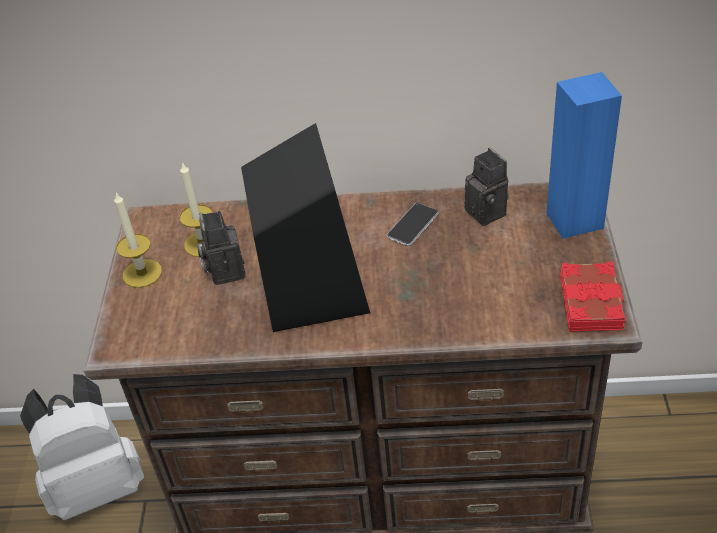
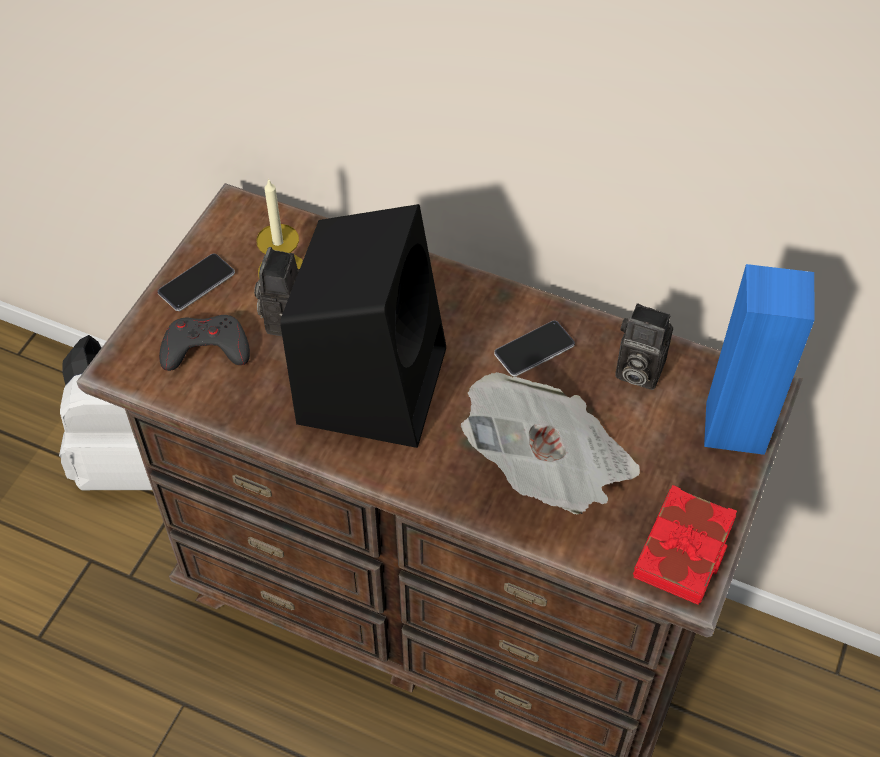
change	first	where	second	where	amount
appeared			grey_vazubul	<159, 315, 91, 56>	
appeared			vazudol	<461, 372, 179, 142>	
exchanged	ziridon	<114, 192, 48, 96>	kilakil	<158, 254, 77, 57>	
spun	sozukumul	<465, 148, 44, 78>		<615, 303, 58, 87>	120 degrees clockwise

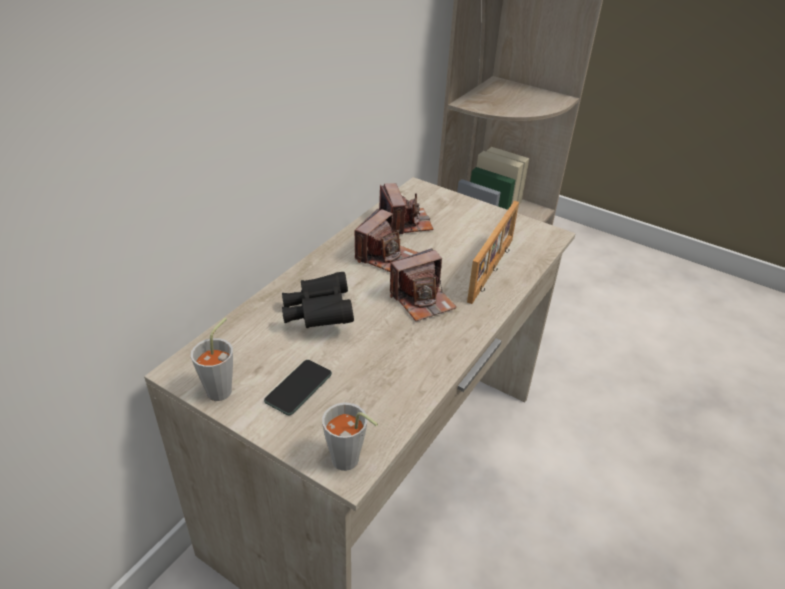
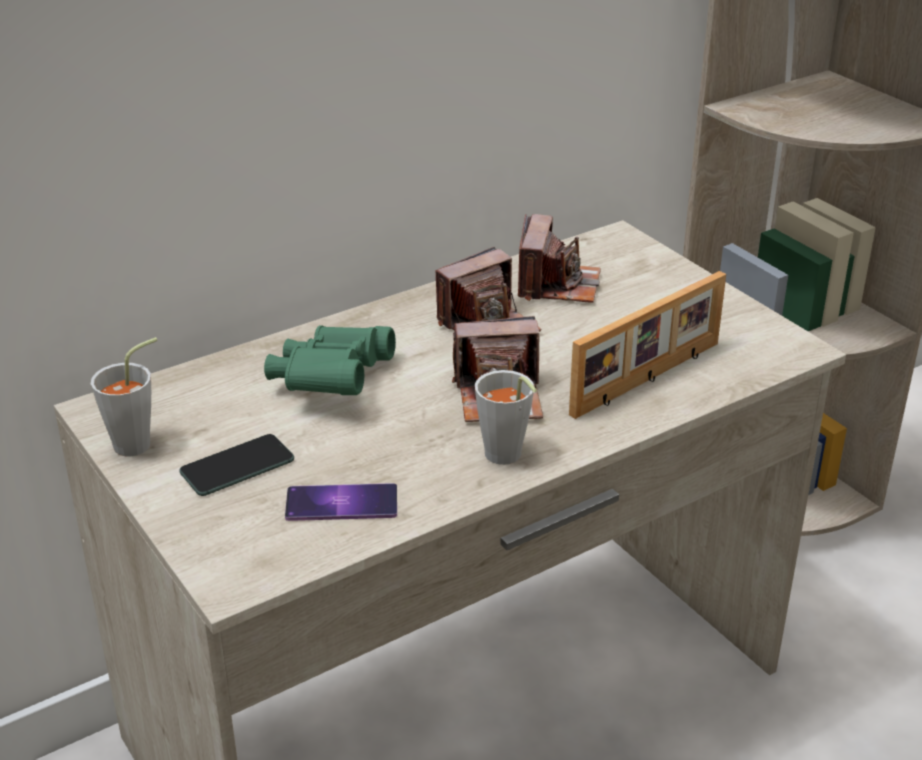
change	first	where	second	where	amount
appeared			kilakil	<285, 483, 112, 38>	
relocated	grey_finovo	<322, 402, 56, 69>		<475, 370, 62, 95>	
colour	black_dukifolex	<282, 272, 72, 56>	green_dukifolex	<264, 325, 132, 70>	

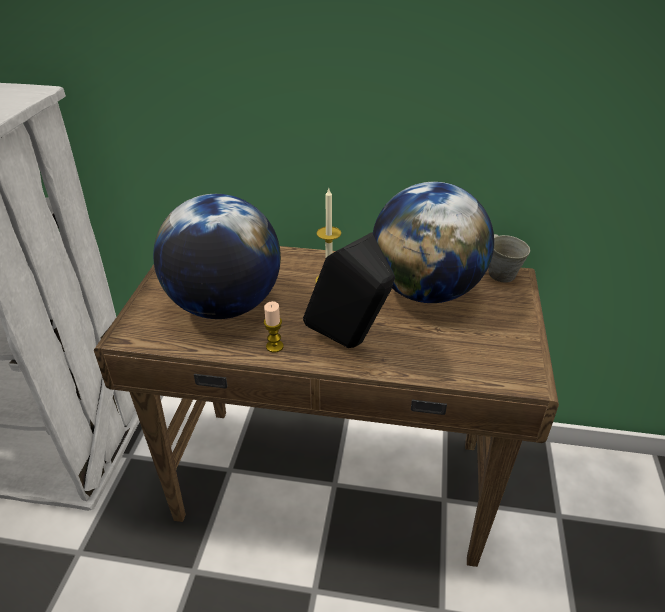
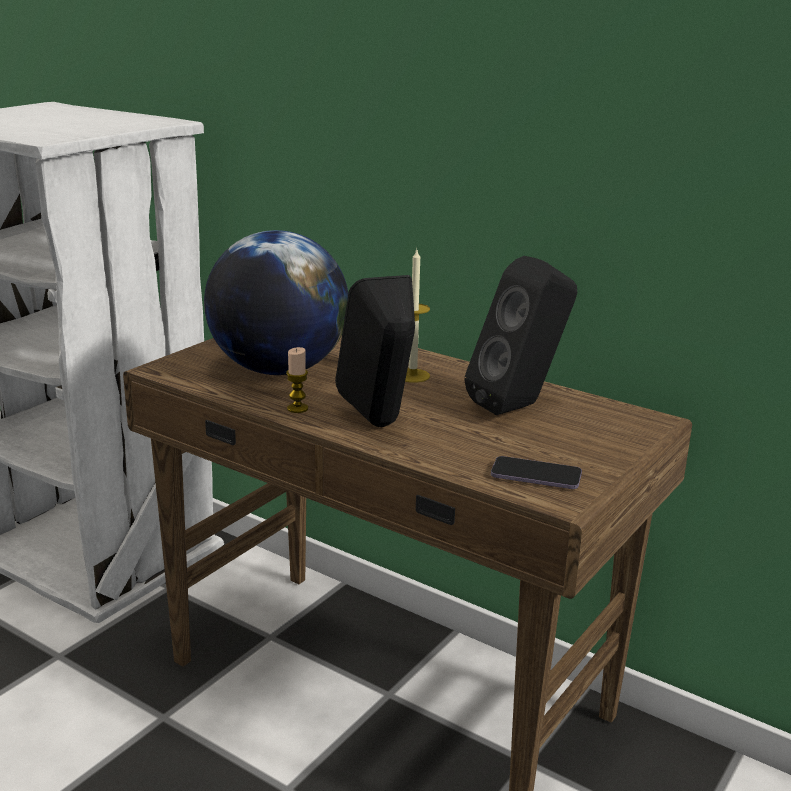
change	first	where	second	where	amount
missing	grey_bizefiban	<488, 234, 42, 48>			
appeared			kilakil	<491, 456, 91, 33>	
exchanged	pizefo	<373, 182, 121, 121>	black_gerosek	<464, 256, 113, 159>	

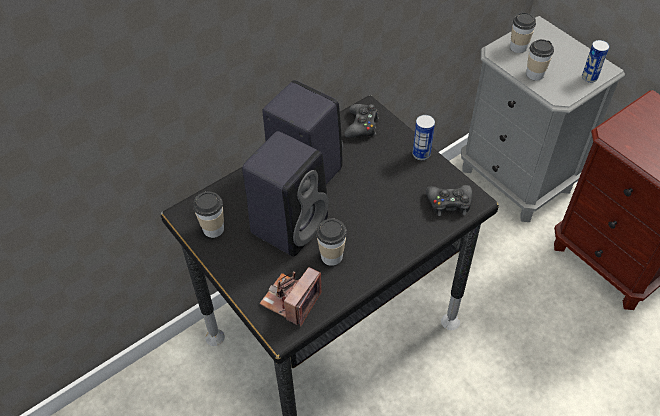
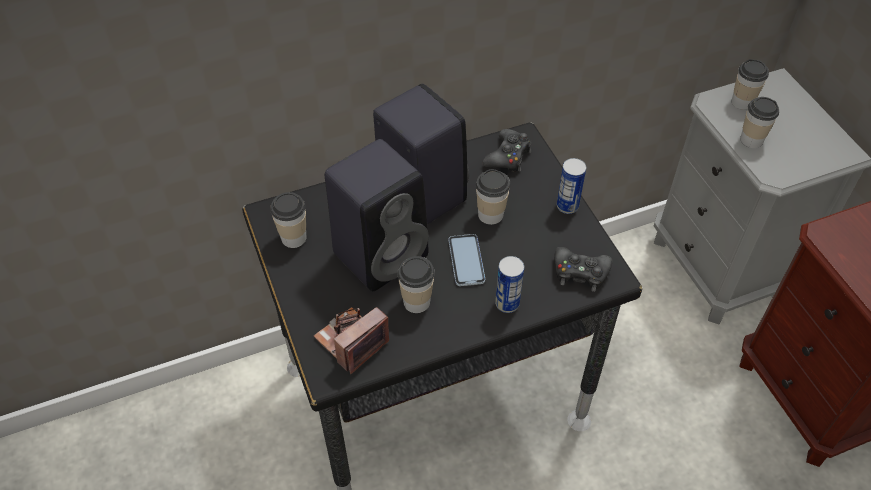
change	first	where	second	where	amount
appeared			kilakil	<448, 234, 37, 52>	
appeared			finovo	<476, 169, 34, 56>	
relocated	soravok	<582, 40, 27, 43>		<495, 256, 29, 57>	

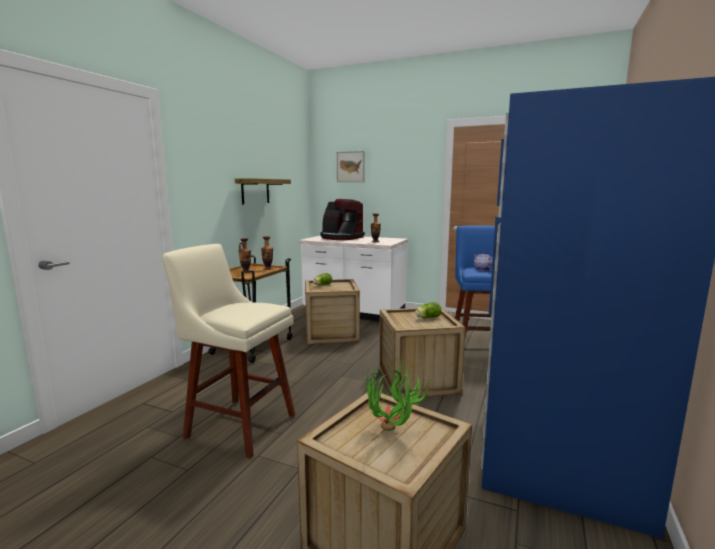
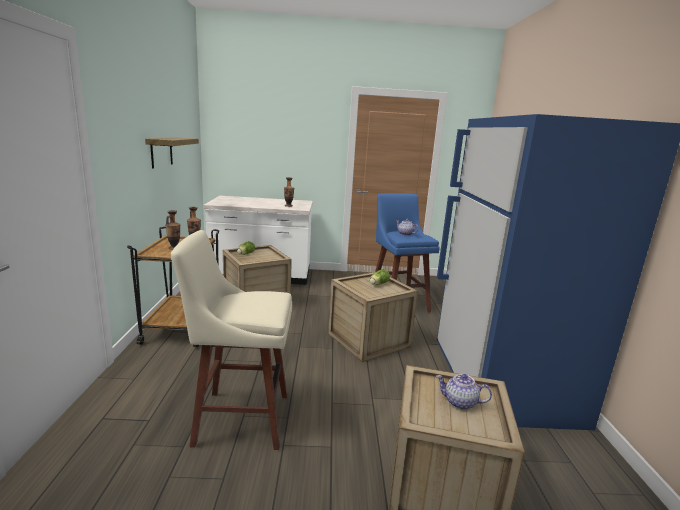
change	first	where	second	where	amount
missing	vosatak	<320, 199, 45, 41>			
missing	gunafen	<337, 151, 28, 31>			
exchanged	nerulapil	<367, 358, 63, 73>	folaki	<436, 374, 56, 36>	

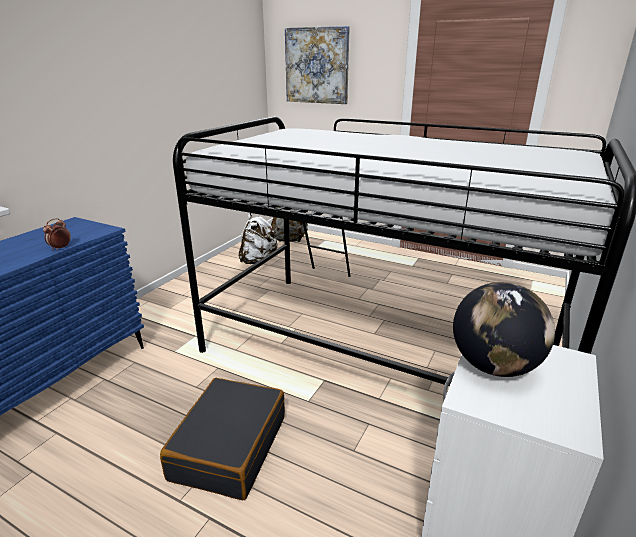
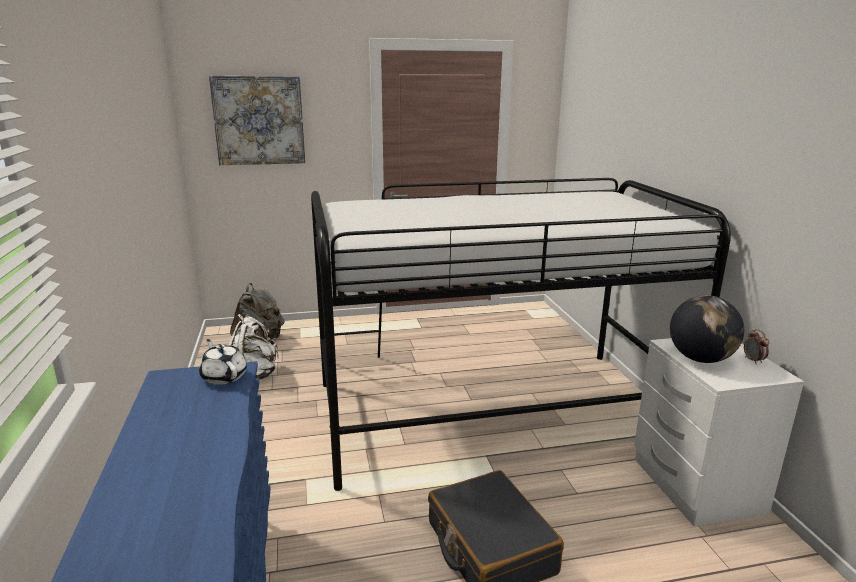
change	first	where	second	where	amount
appeared			white_folaki	<199, 339, 48, 46>	
relocated	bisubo	<43, 218, 28, 32>		<744, 329, 25, 35>	

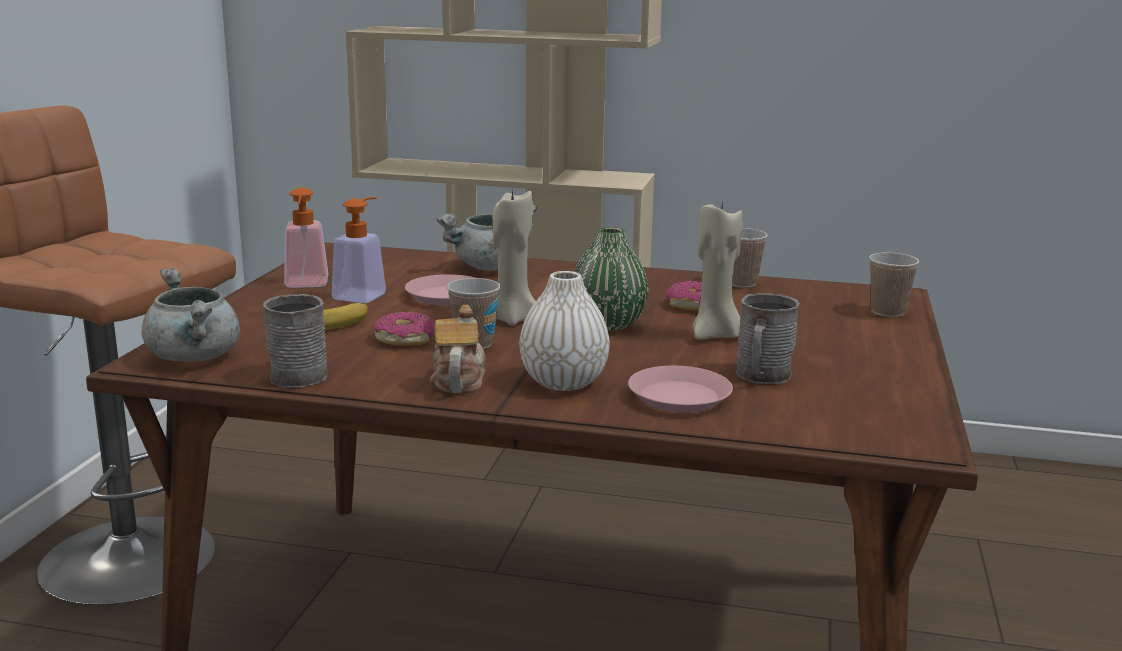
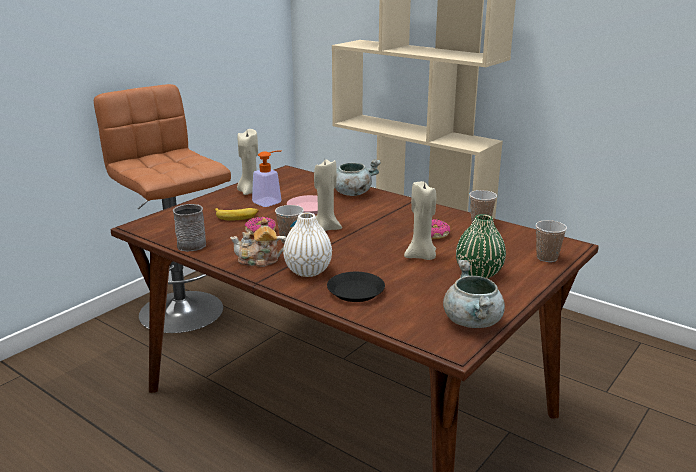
change	first	where	second	where	amount
missing	grey_bizefiban	<736, 293, 63, 91>			
relocated	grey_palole	<142, 268, 98, 94>		<443, 259, 62, 69>	
relocated	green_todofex	<574, 227, 74, 104>		<456, 214, 50, 64>	
exchanged	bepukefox	<284, 188, 44, 100>	beige_ziridon	<237, 129, 21, 66>	
colour	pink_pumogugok	<628, 366, 105, 47>	black_pumogugok	<327, 272, 58, 30>	
spun	folaki	<430, 304, 55, 89>		<230, 218, 56, 49>	120 degrees counterclockwise

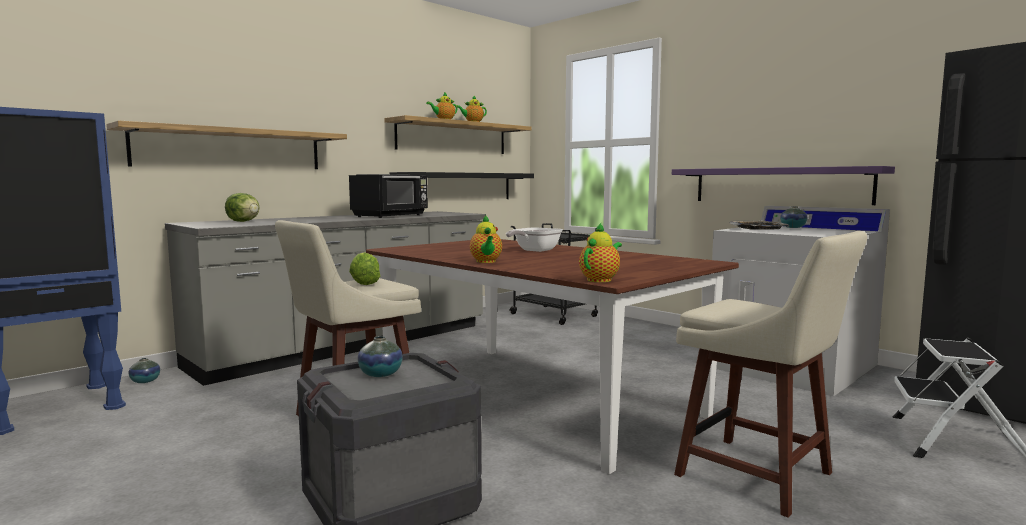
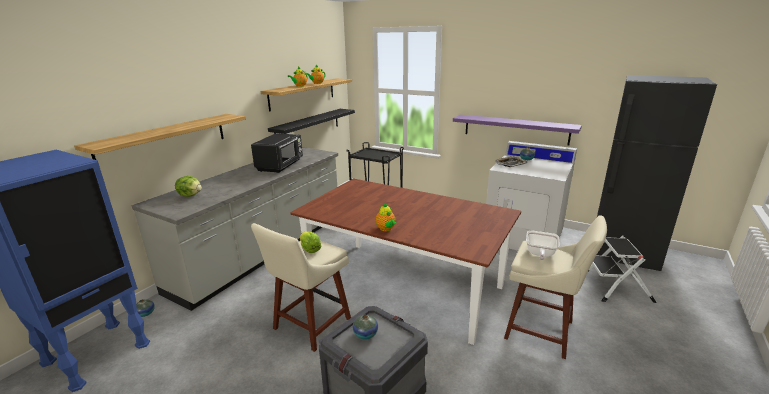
change	first	where	second	where	amount
missing	folaki	<579, 223, 43, 59>			
relocated	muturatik	<506, 228, 57, 24>		<526, 230, 34, 30>	

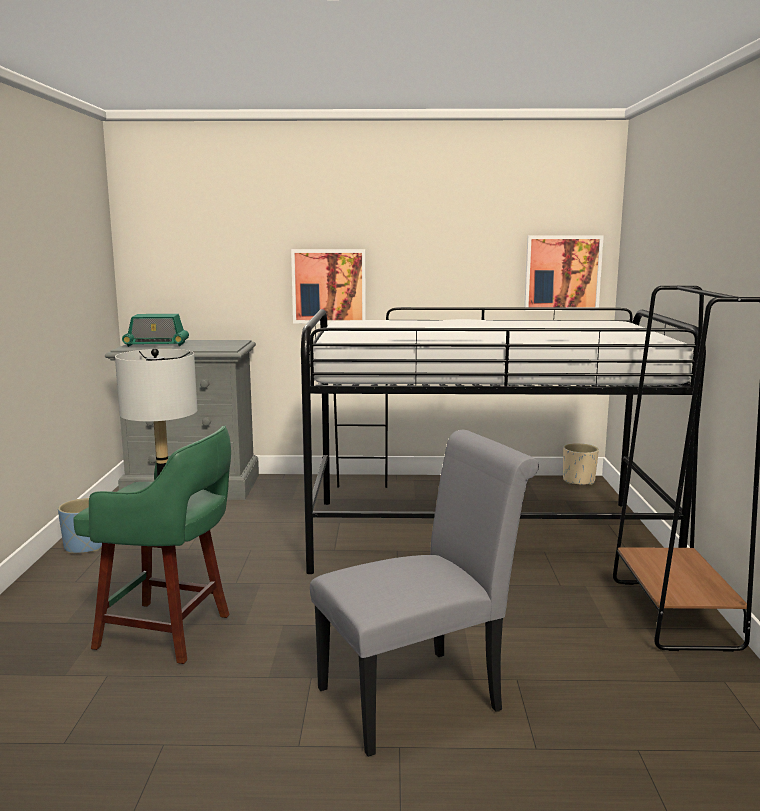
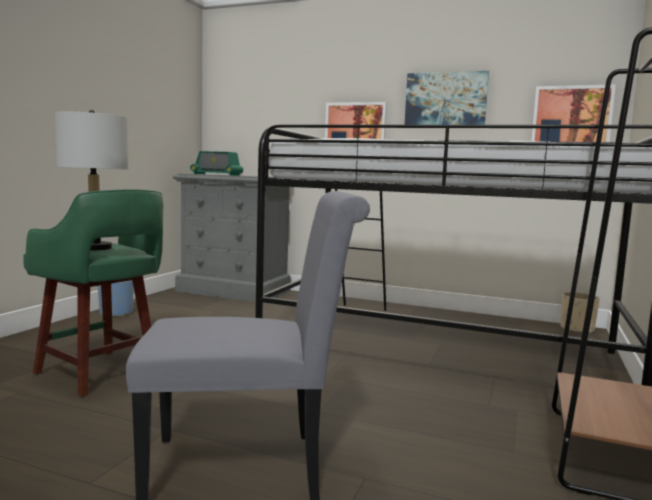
change	first	where	second	where	amount
appeared			gunafen	<405, 71, 84, 54>	

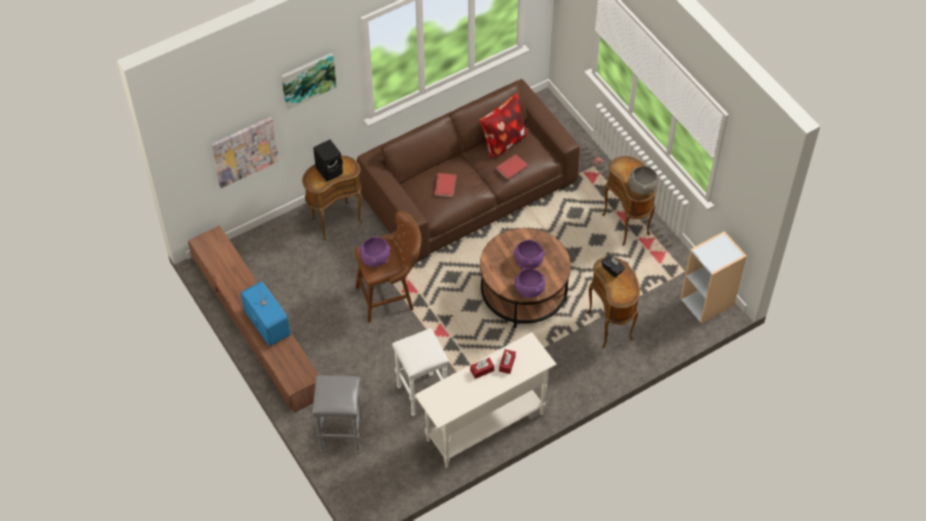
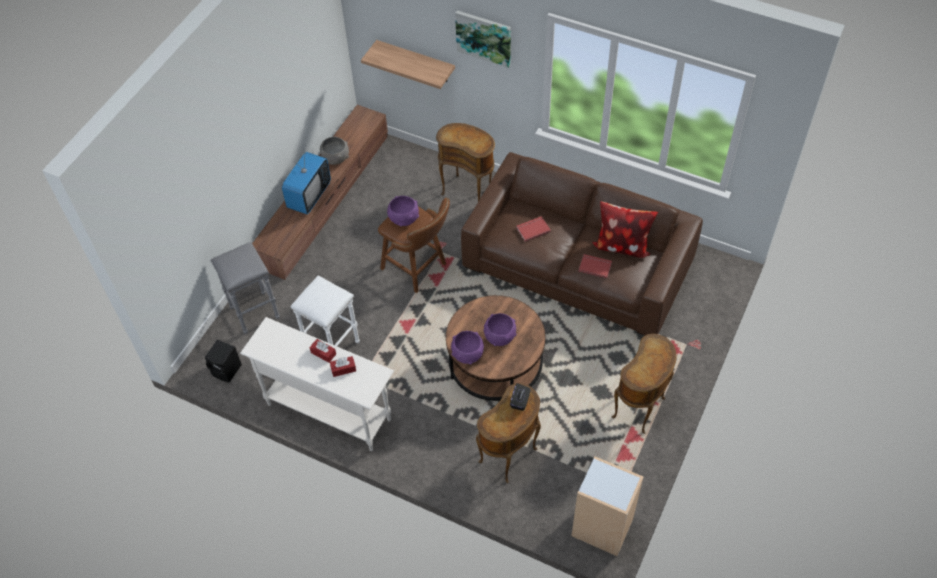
change	first	where	second	where	amount
relocated	black_gerosek	<313, 140, 30, 41>		<205, 340, 37, 43>	
relocated	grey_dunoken	<628, 165, 31, 30>		<320, 136, 29, 29>	
exchanged	gunafen	<211, 117, 68, 71>	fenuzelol	<361, 40, 94, 49>	

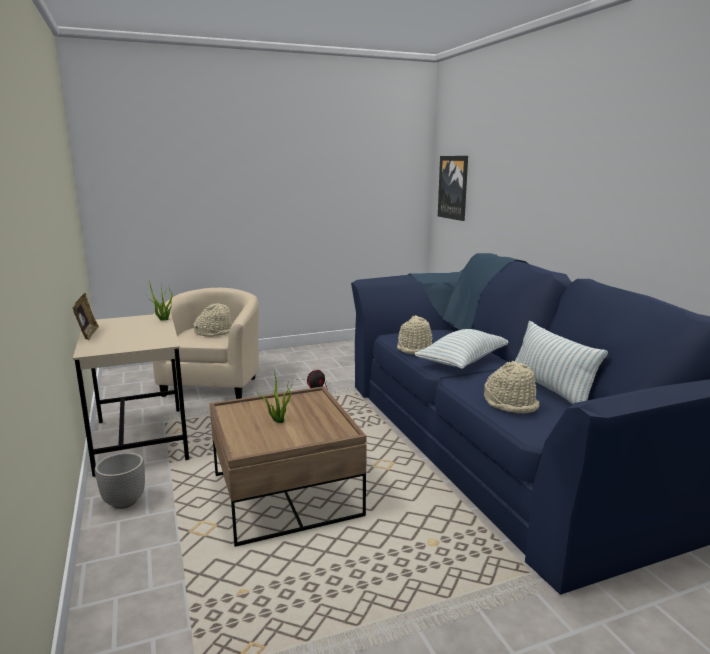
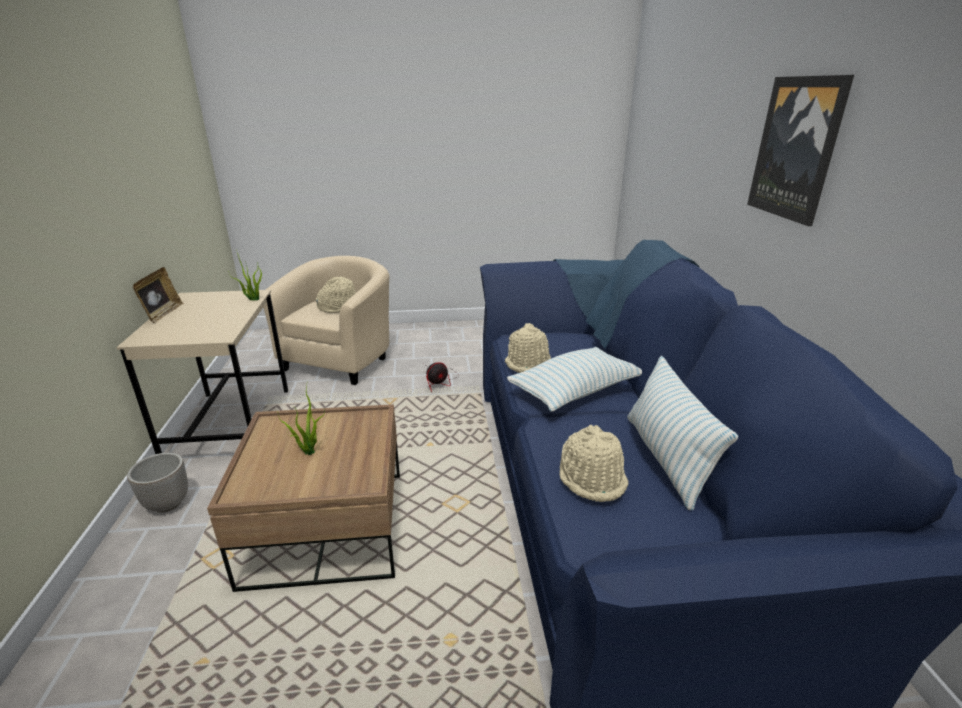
change	first	where	second	where	amount
relocated	gunafen	<438, 156, 30, 65>		<747, 75, 107, 151>	

